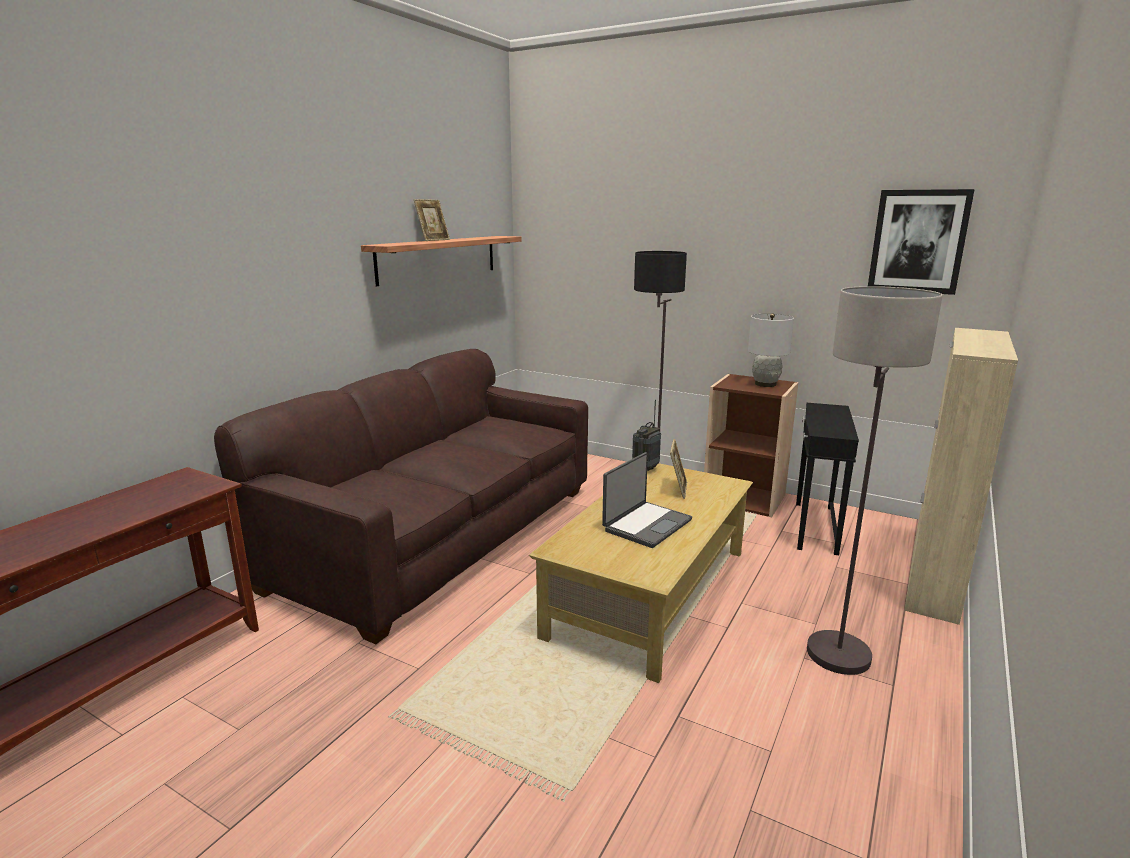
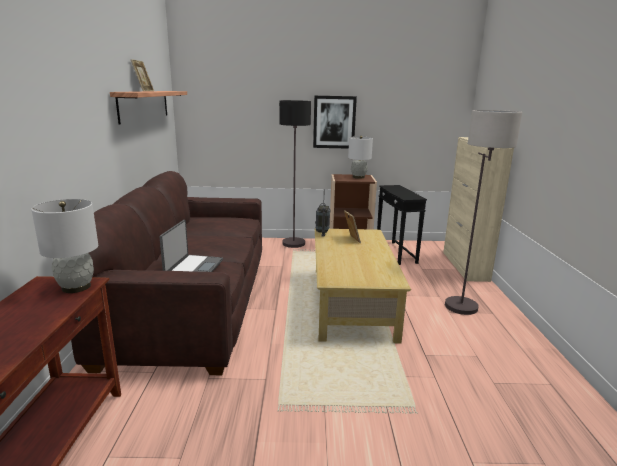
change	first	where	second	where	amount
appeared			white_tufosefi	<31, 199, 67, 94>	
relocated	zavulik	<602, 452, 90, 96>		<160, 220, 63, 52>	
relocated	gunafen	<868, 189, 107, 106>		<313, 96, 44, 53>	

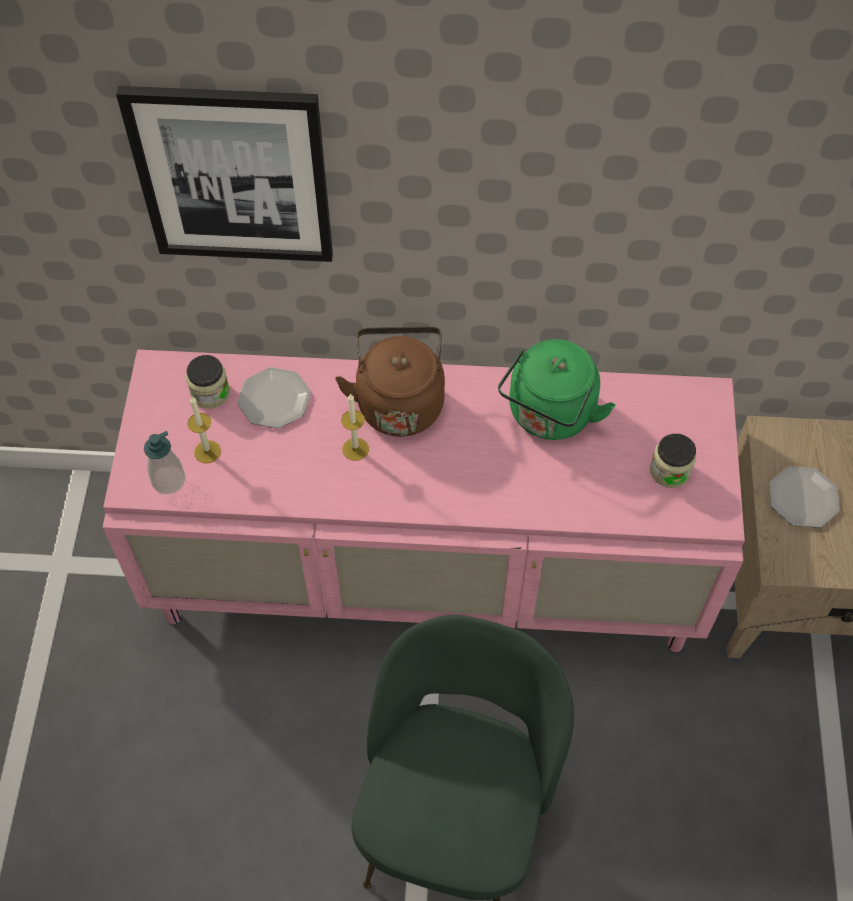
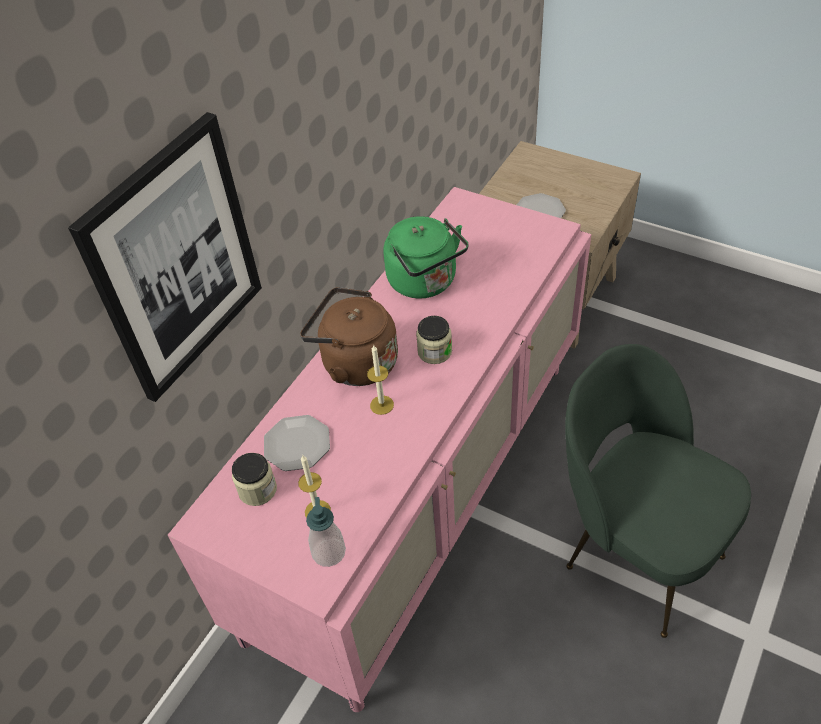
change	first	where	second	where	amount
relocated	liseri	<650, 434, 46, 54>		<416, 316, 36, 48>	

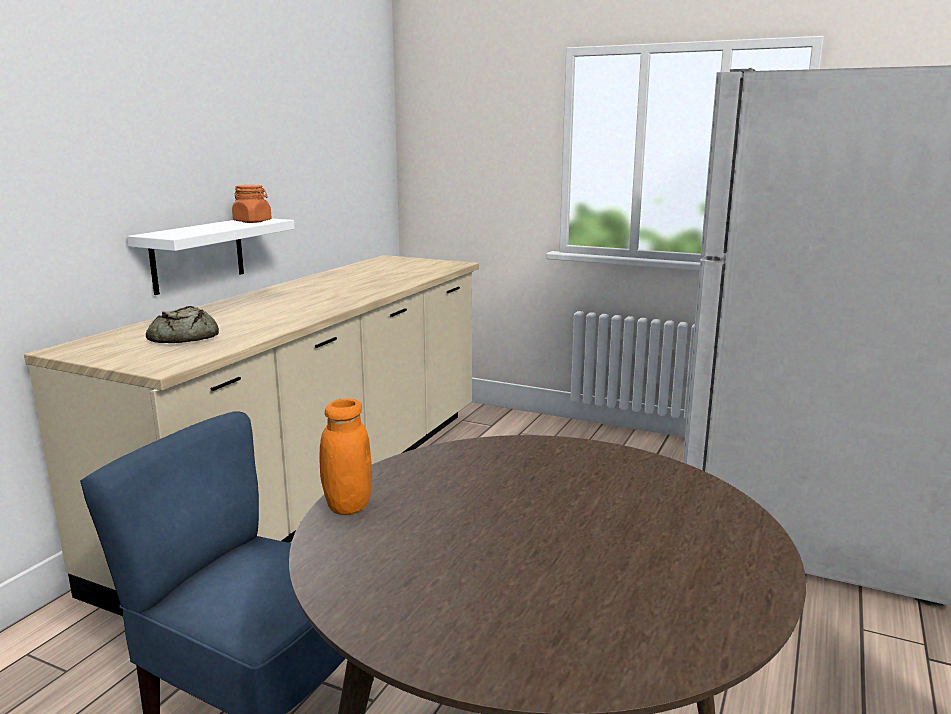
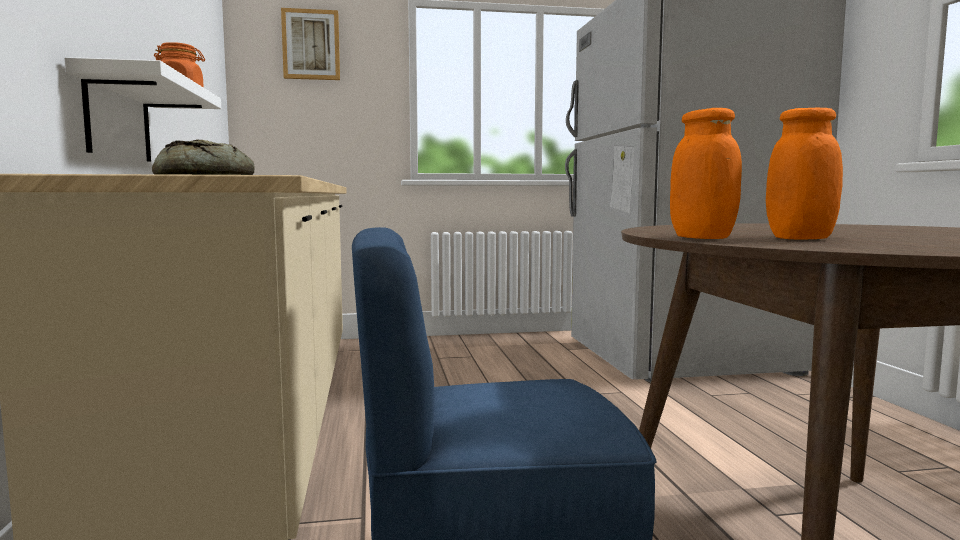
change	first	where	second	where	amount
appeared			gunafen	<281, 8, 59, 72>	
appeared			orange_liseri	<766, 107, 77, 132>	

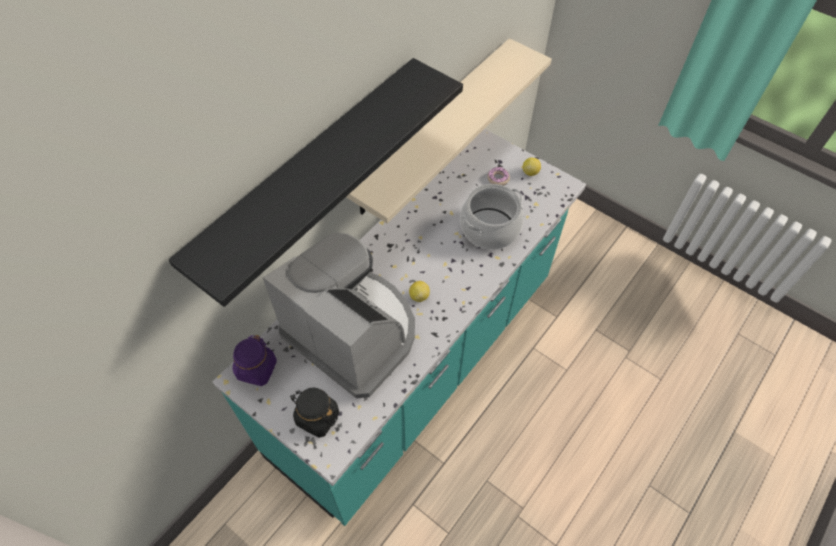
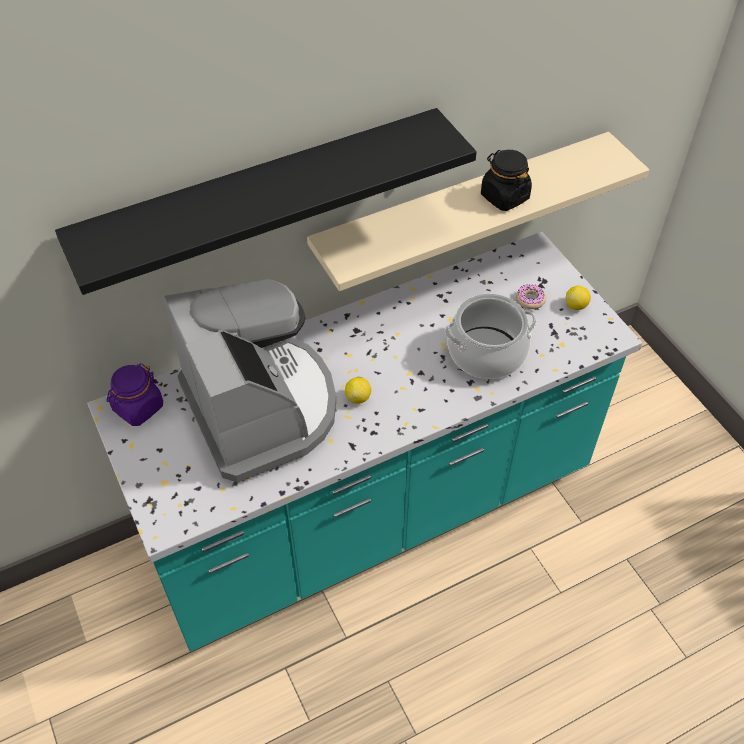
change	first	where	second	where	amount
relocated	black_liseri	<291, 388, 48, 50>		<481, 150, 51, 61>	

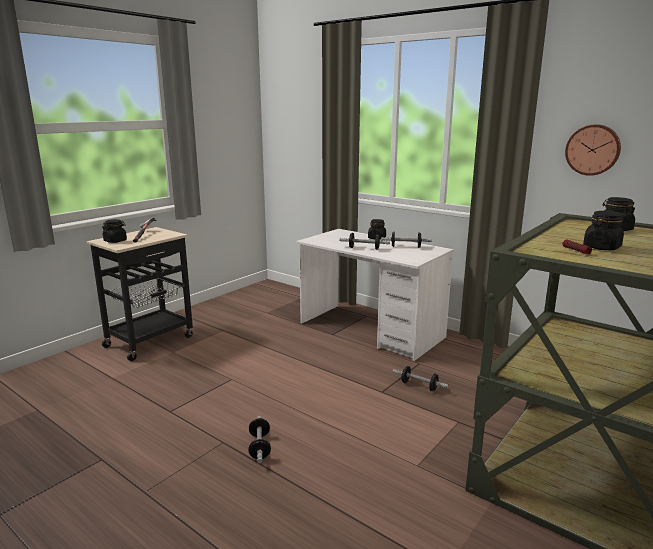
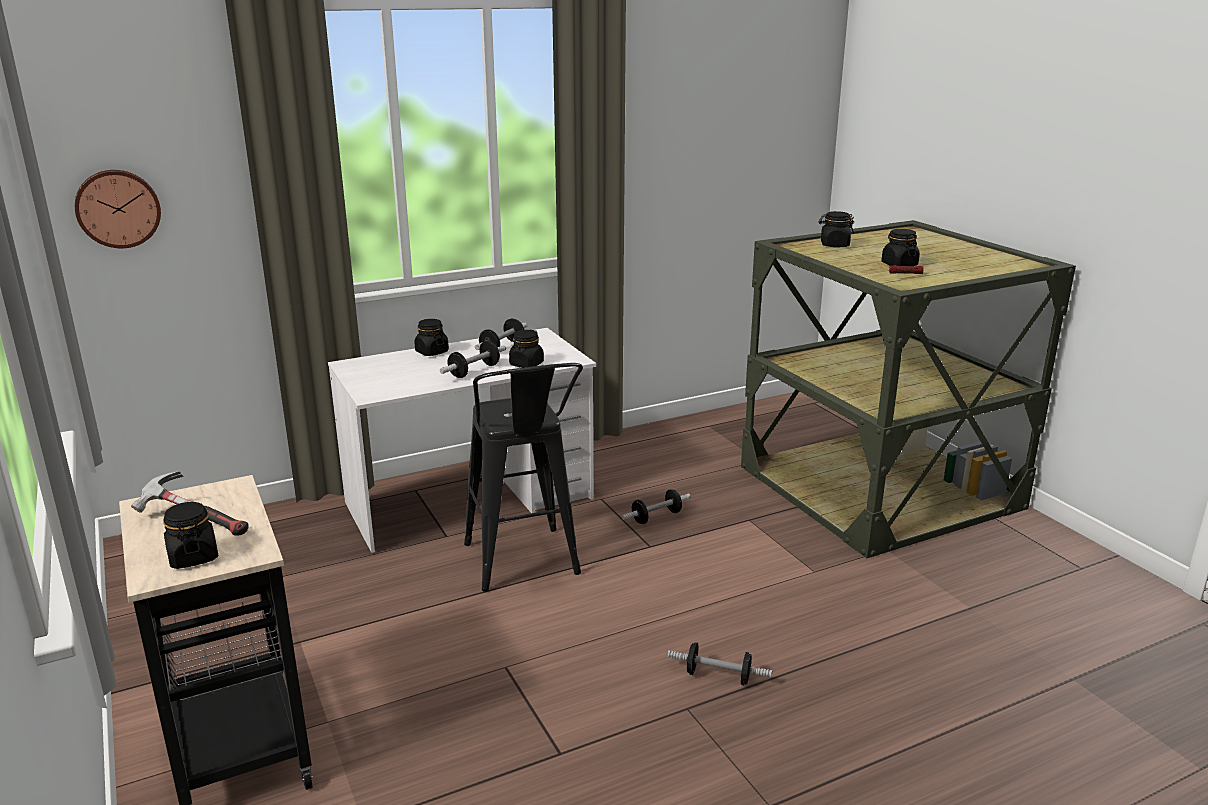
change	first	where	second	where	amount
appeared			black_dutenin	<464, 363, 119, 229>	
appeared			black_liseri	<509, 330, 35, 38>	
relocated	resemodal	<565, 124, 56, 52>		<75, 170, 86, 78>	

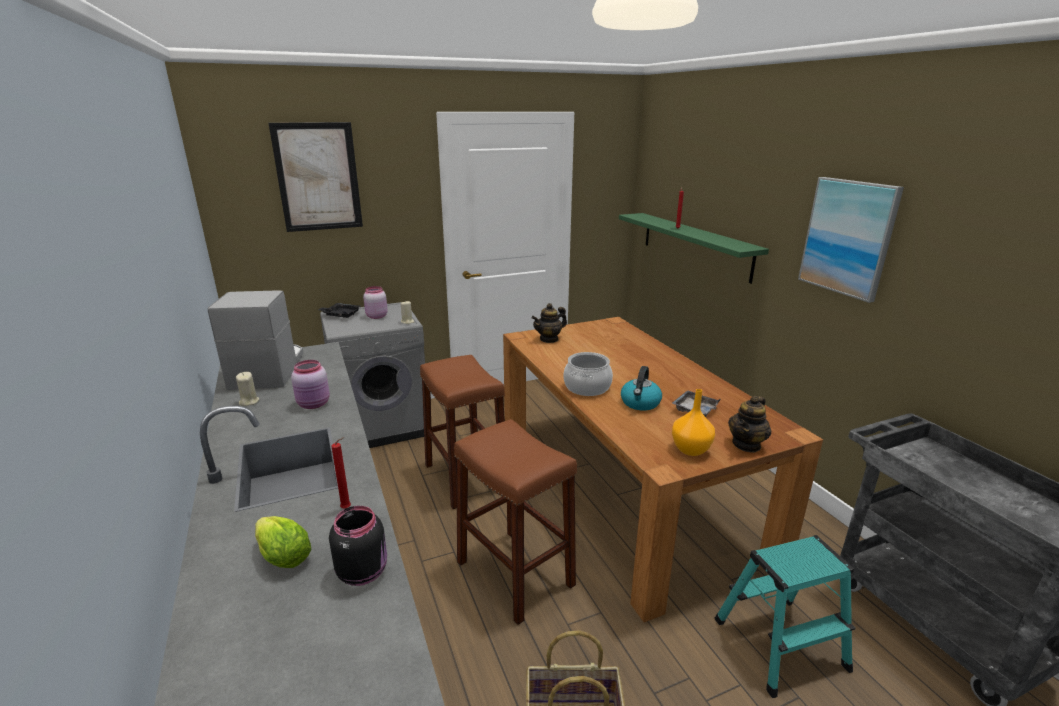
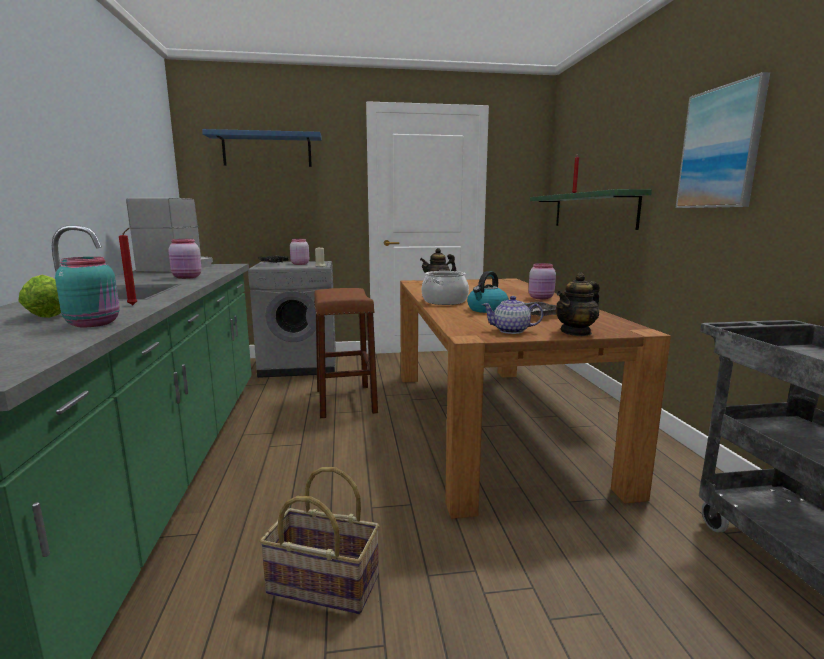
change	first	where	second	where	amount
missing	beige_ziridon	<236, 372, 23, 34>			
missing	brown_dutenin	<454, 419, 123, 206>			
missing	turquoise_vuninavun	<715, 535, 141, 163>			
appeared			pink_liseri	<529, 263, 27, 36>	
exchanged	gunafen	<269, 122, 94, 110>	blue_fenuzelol	<202, 129, 120, 38>	
exchanged	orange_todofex	<672, 389, 43, 67>	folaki	<482, 296, 61, 38>	
colour	black_liseri	<329, 506, 58, 80>	turquoise_liseri	<55, 257, 65, 70>	

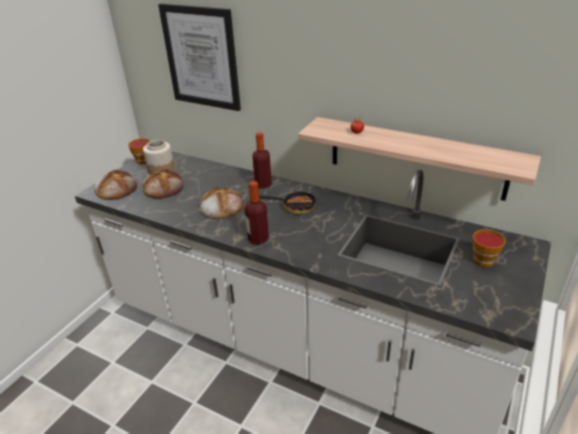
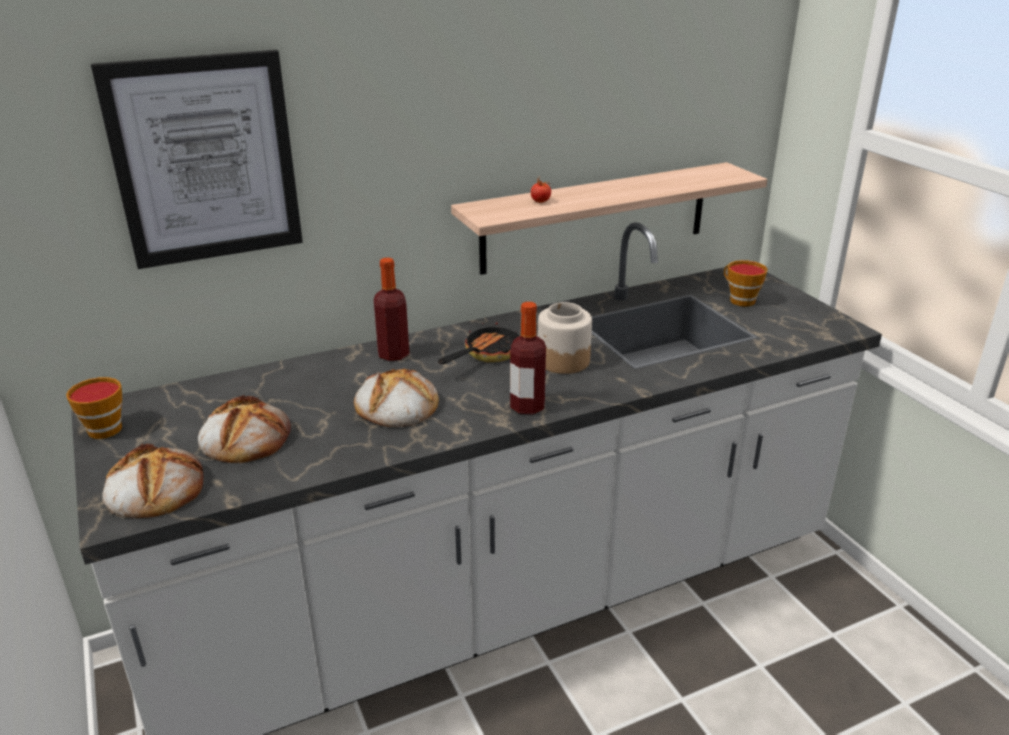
change	first	where	second	where	amount
relocated	liseri	<143, 140, 32, 35>		<538, 302, 54, 72>	

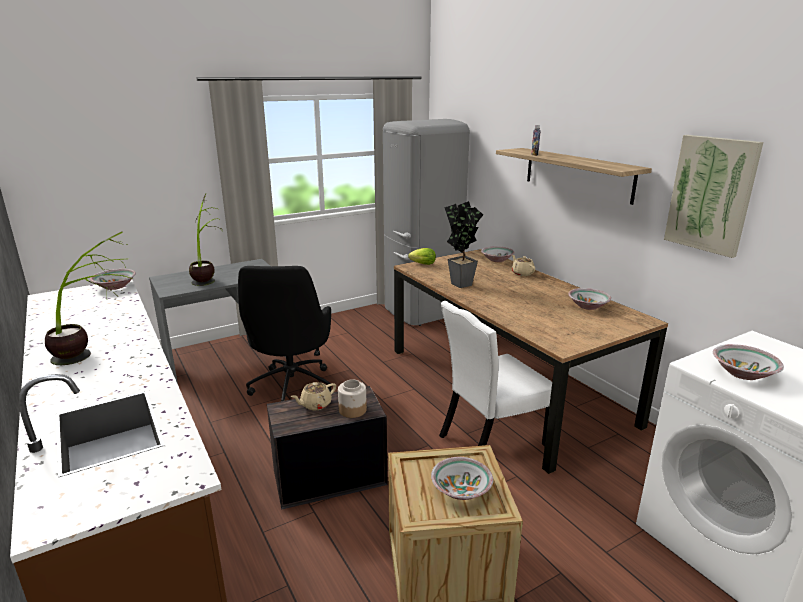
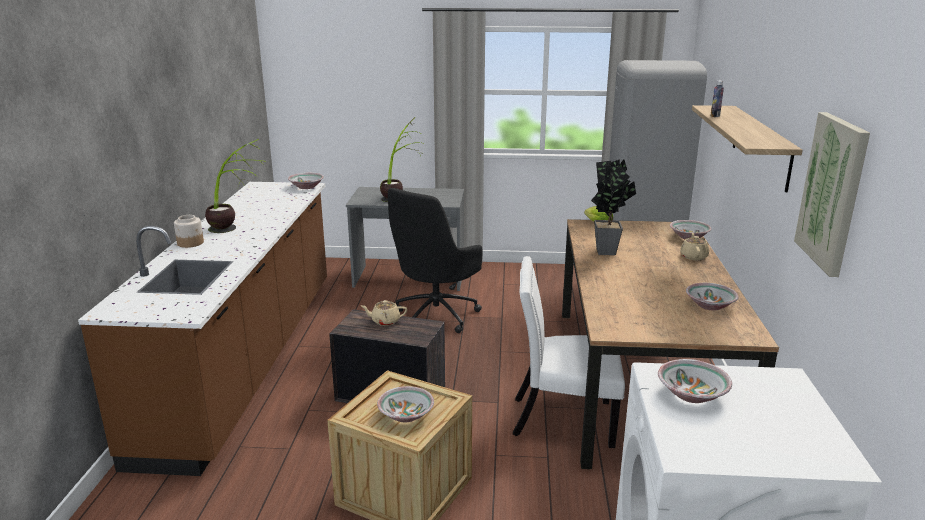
change	first	where	second	where	amount
relocated	liseri	<338, 379, 29, 39>		<174, 215, 30, 33>	

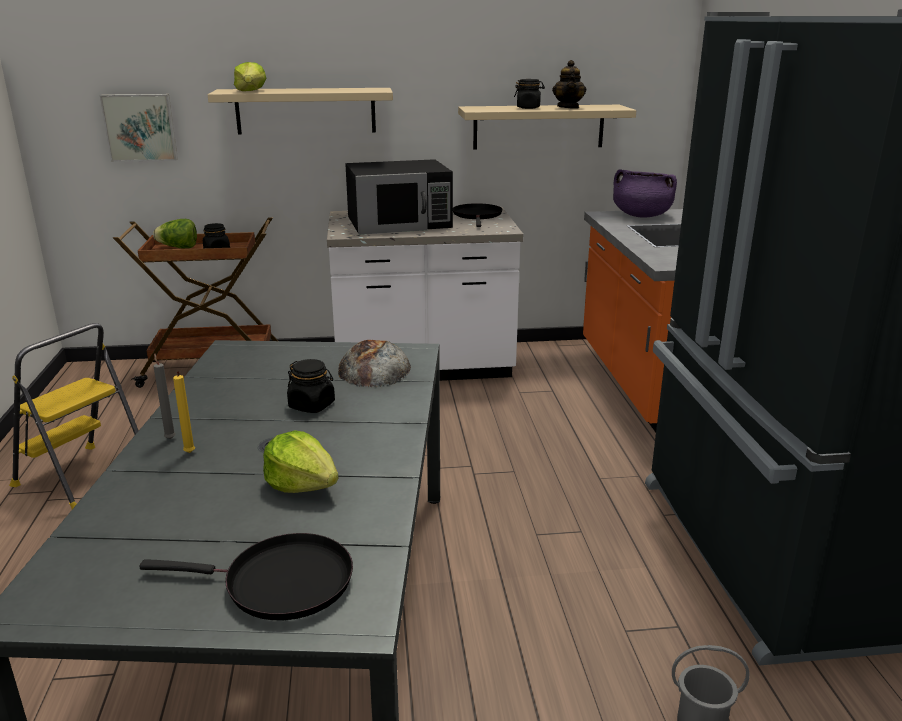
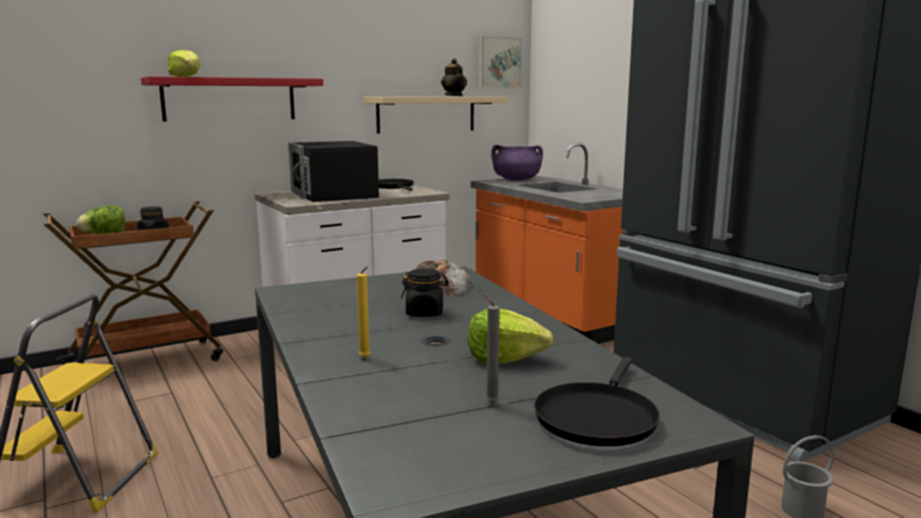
change	first	where	second	where	amount
missing	black_liseri	<514, 79, 31, 30>			
relocated	gunafen	<100, 94, 78, 68>		<478, 36, 44, 52>	
relocated	grey_ziridon	<153, 353, 23, 86>		<483, 294, 17, 110>	
colour	beige_fenuzelol	<208, 88, 185, 47>	red_fenuzelol	<141, 76, 182, 46>	
spun	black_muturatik	<139, 533, 214, 87>		<534, 357, 126, 89>	135 degrees clockwise
spun	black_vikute	<345, 159, 108, 76>		<288, 141, 91, 61>	105 degrees clockwise

